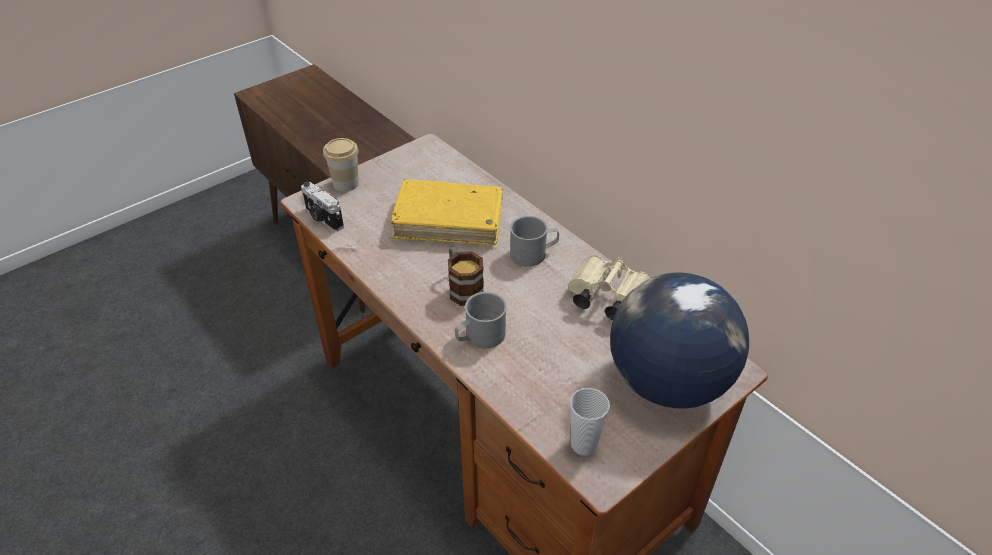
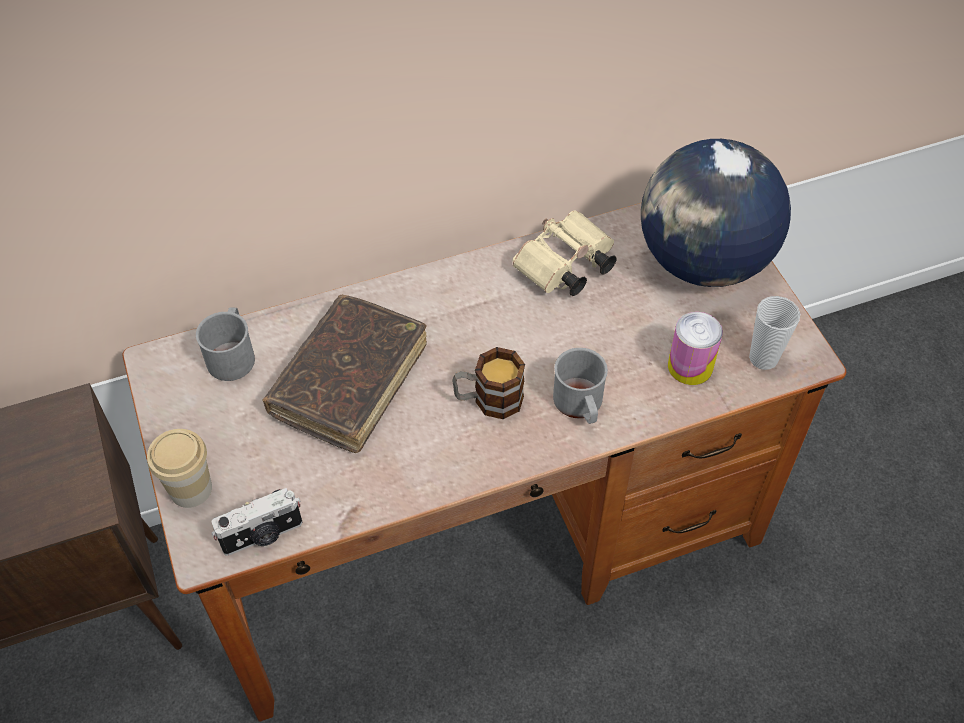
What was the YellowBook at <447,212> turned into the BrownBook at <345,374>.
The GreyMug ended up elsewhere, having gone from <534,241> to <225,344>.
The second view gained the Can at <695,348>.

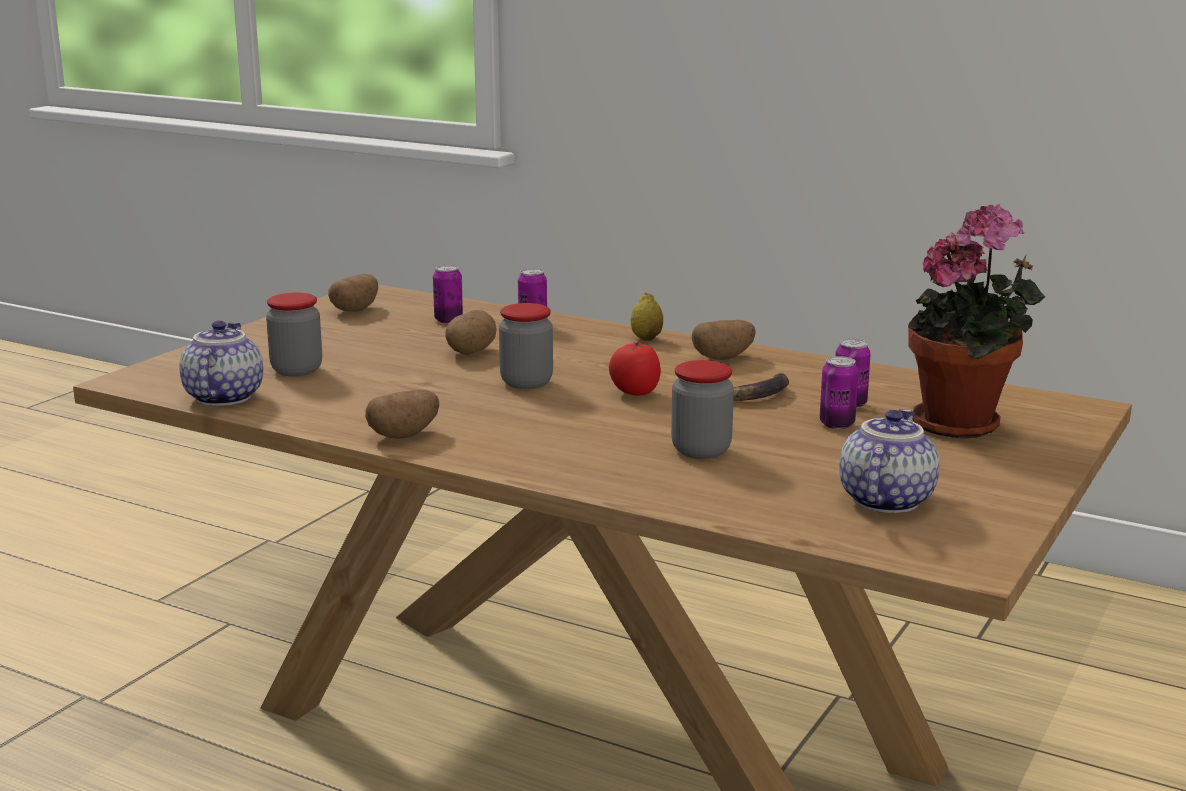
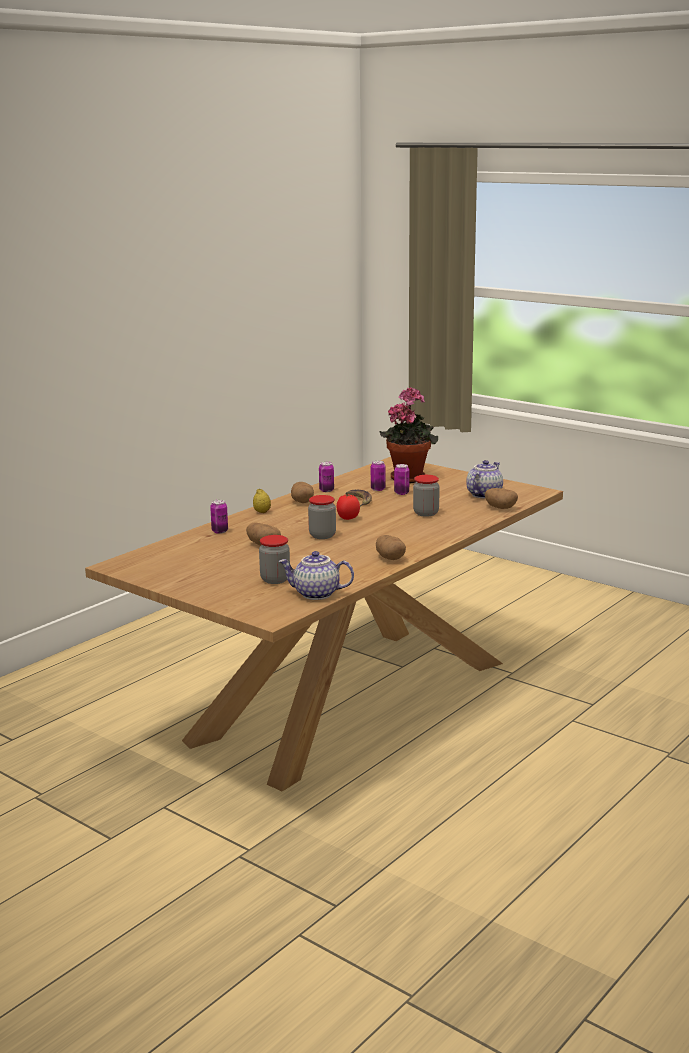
The Can ended up elsewhere, having gone from <448,294> to <326,477>.
The Potato ended up elsewhere, having gone from <353,293> to <501,498>.
The Teapot at <889,461> ended up facing another way, 90 degrees clockwise from before.

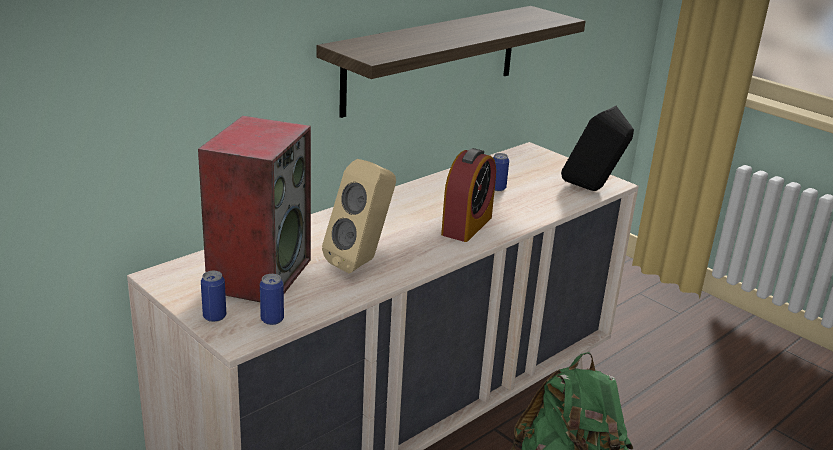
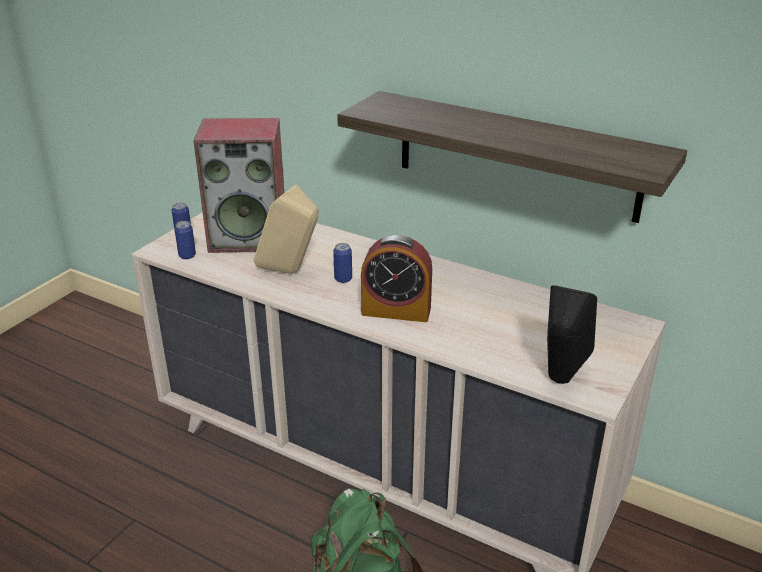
The Can ended up elsewhere, having gone from <501,172> to <342,263>.

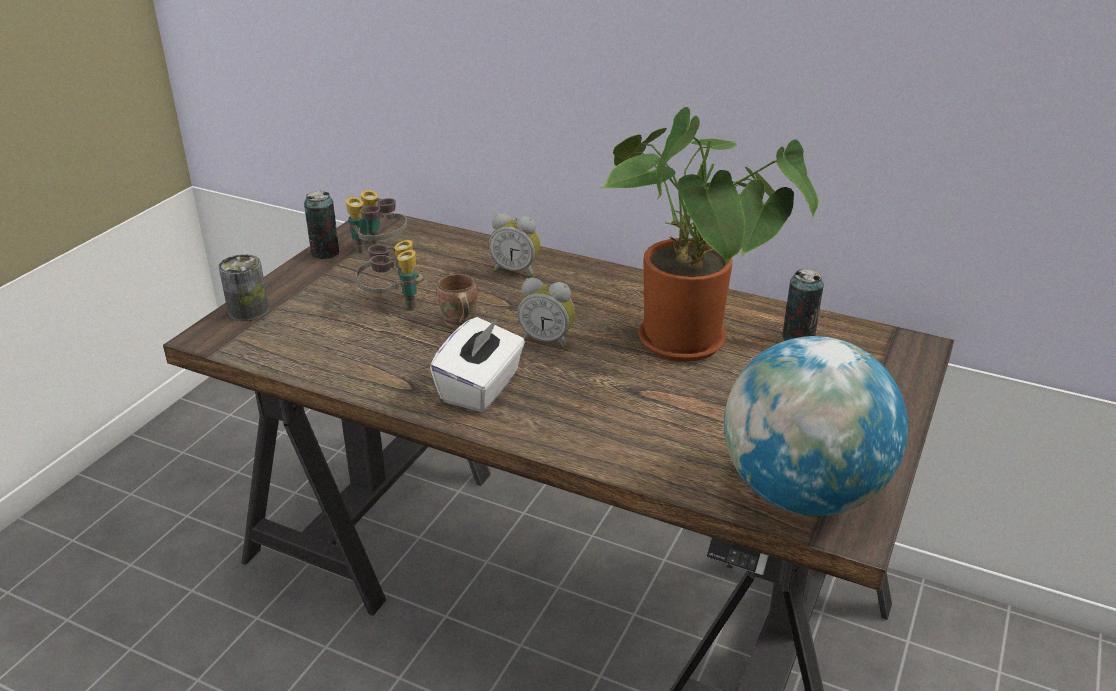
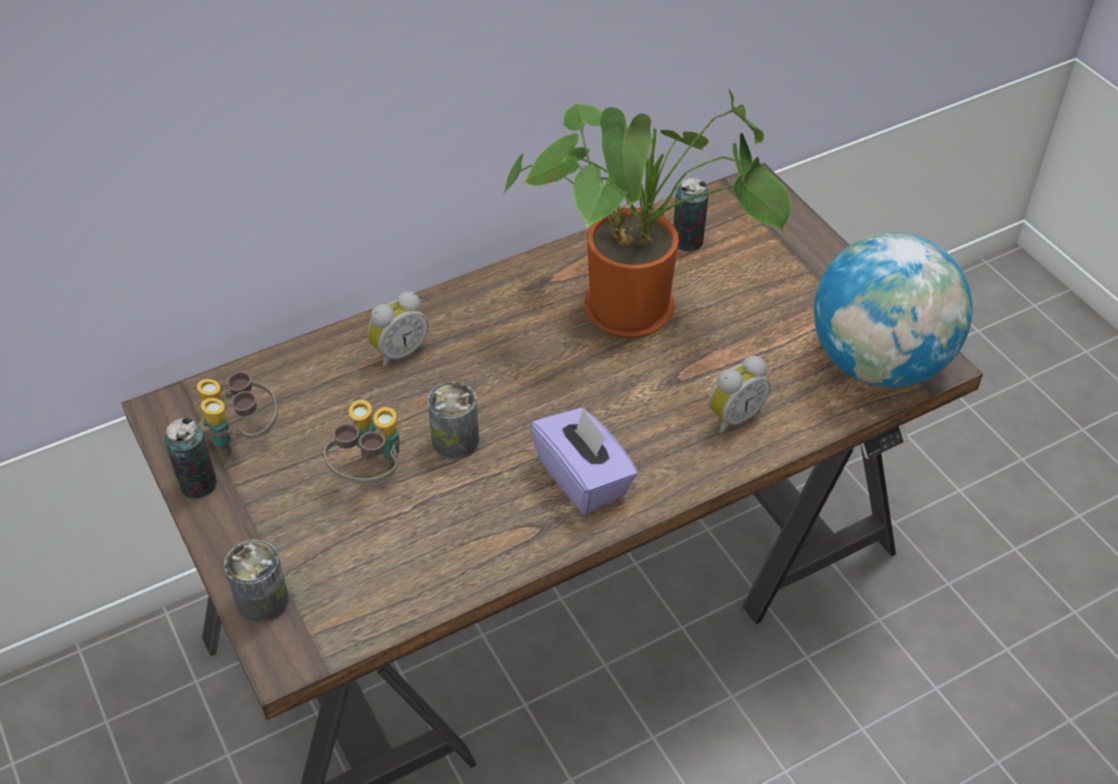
Where the BrownMug stood at <457,301>, the Can came to stand at <453,421>.
The AlarmClock ended up elsewhere, having gone from <546,313> to <740,395>.
What was the WhiteTissueBox at <477,364> turned into the PurpleTissueBox at <584,460>.

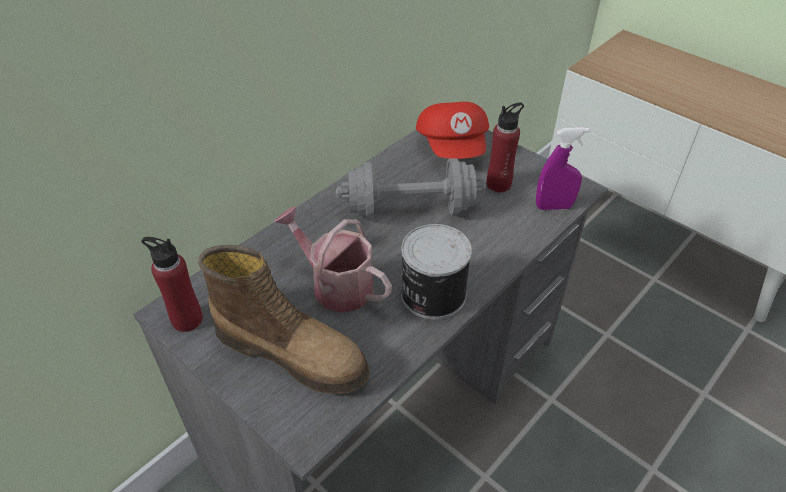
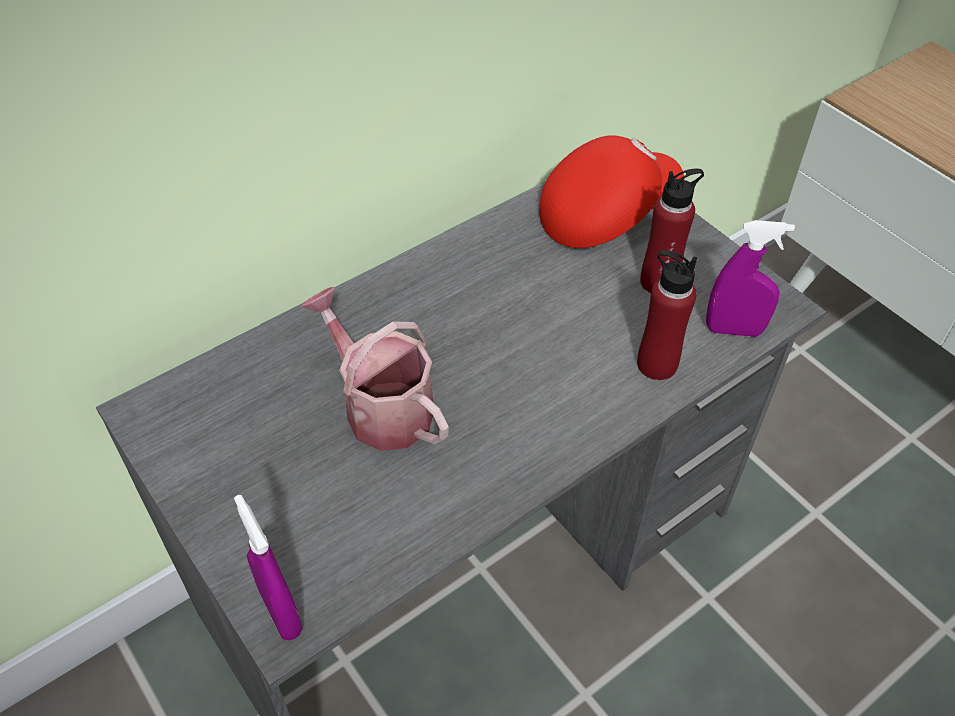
The RedCap at <452,130> ended up facing another way, 120 degrees counterclockwise from before.
The second view lost the GreyDumbbell at <410,189>.
The second view lost the Can at <436,272>.
The RedBottle ended up elsewhere, having gone from <172,284> to <667,315>.
The second view lost the Boot at <284,319>.
The second view gained the PurpleSprayBottle at <268,568>.

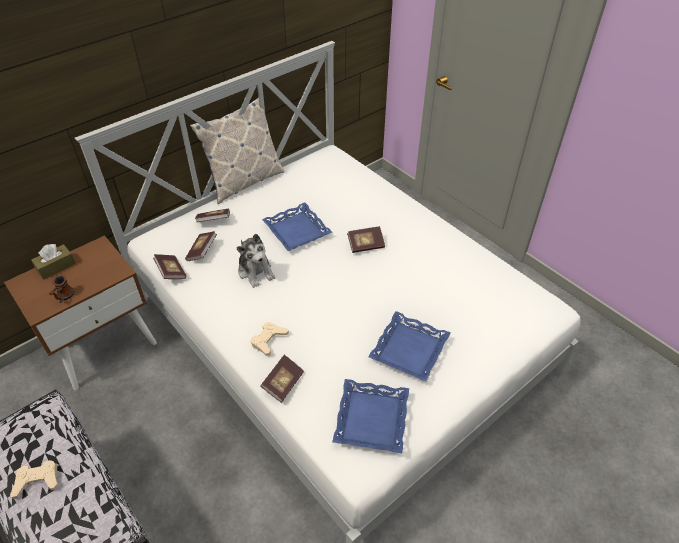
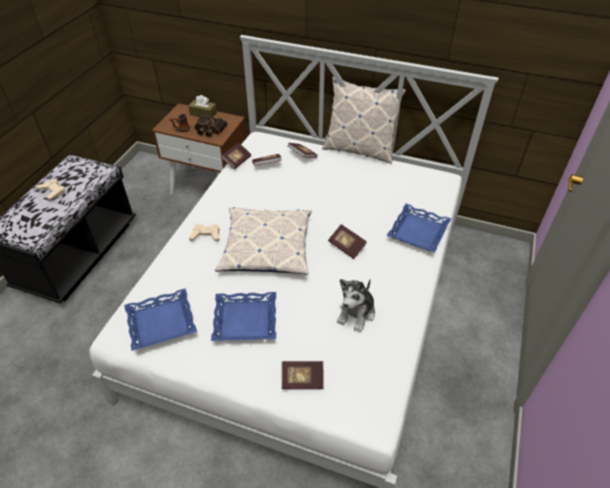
The BlueTray ended up elsewhere, having gone from <297,226> to <419,228>.
The PlushToy ended up elsewhere, having gone from <256,261> to <356,306>.
The Book ended up elsewhere, having gone from <282,379> to <303,375>.
The second view gained the Binoculars at <211,126>.
The second view gained the Pillow at <263,241>.

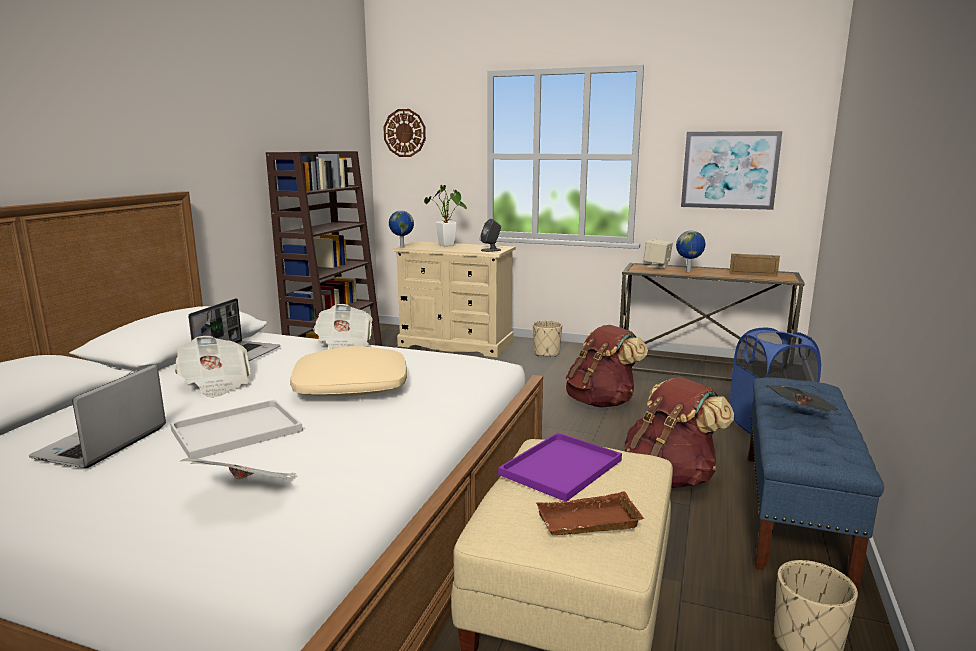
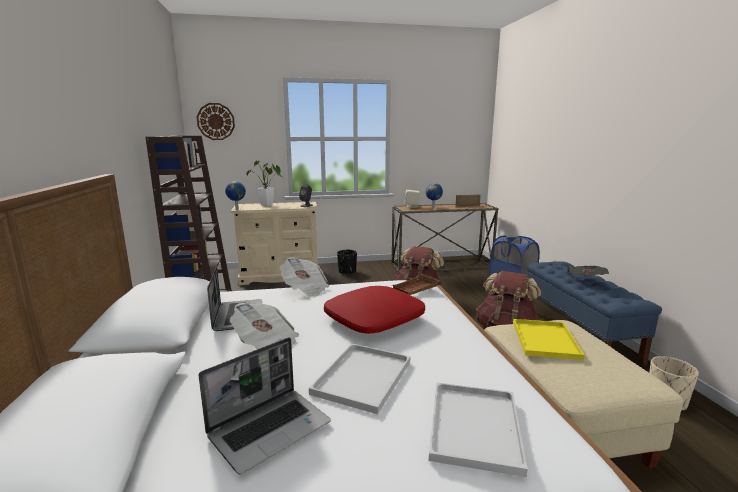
The second view lost the Picture at <731,170>.
What was the BeigePlanter at <547,339> turned into the BlackPlanter at <347,262>.
What was the BeigePillow at <348,371> turned into the RedPillow at <374,310>.
The Laptop at <97,416> ended up facing another way, 120 degrees counterclockwise from before.
What was the PurpleTray at <560,466> turned into the YellowTray at <549,339>.
Where the Newspaper stood at <238,468>, the WhiteTray came to stand at <478,430>.
The BrownTray ended up elsewhere, having gone from <590,513> to <416,284>.

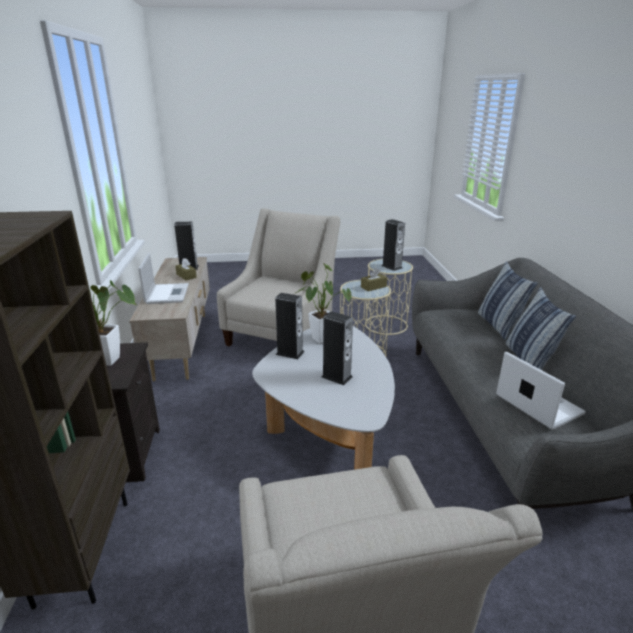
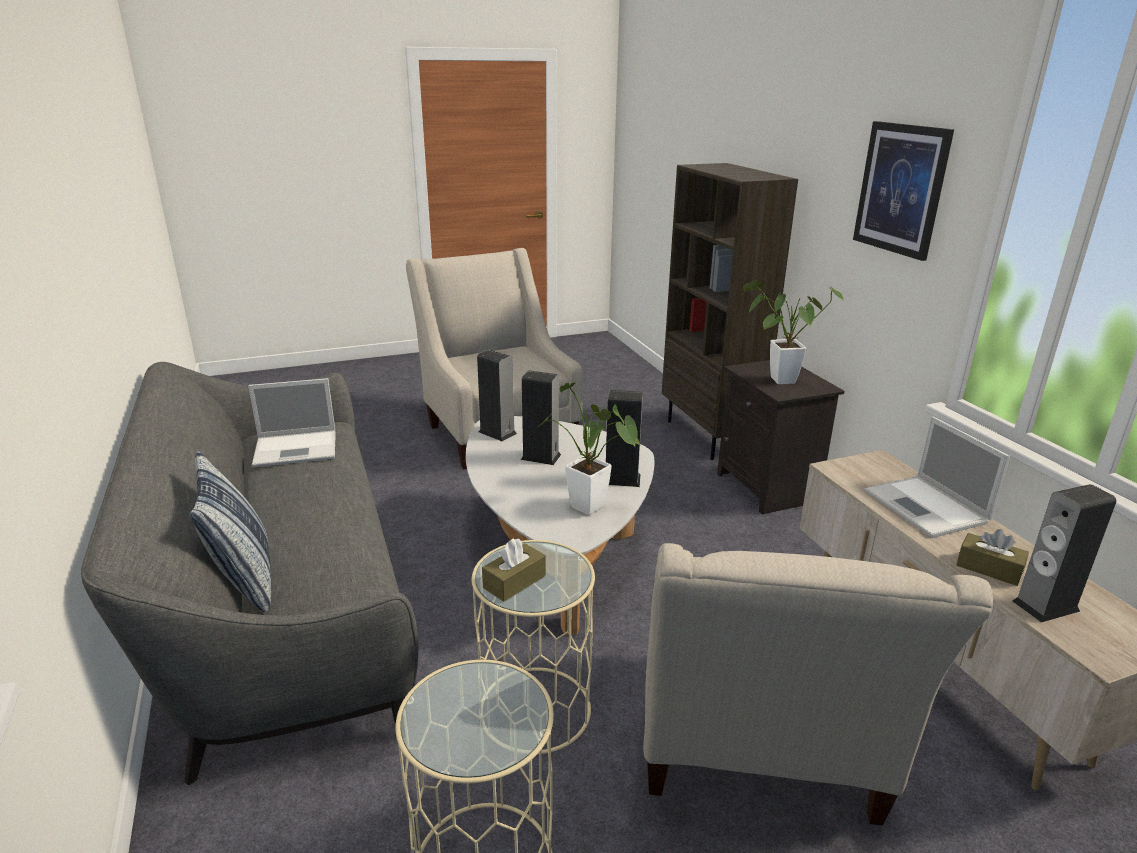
The Speaker ended up elsewhere, having gone from <393,245> to <497,395>.
The second view lost the Pillow at <541,328>.
The Laptop at <541,390> ended up facing another way, 60 degrees counterclockwise from before.
The second view gained the Picture at <903,191>.

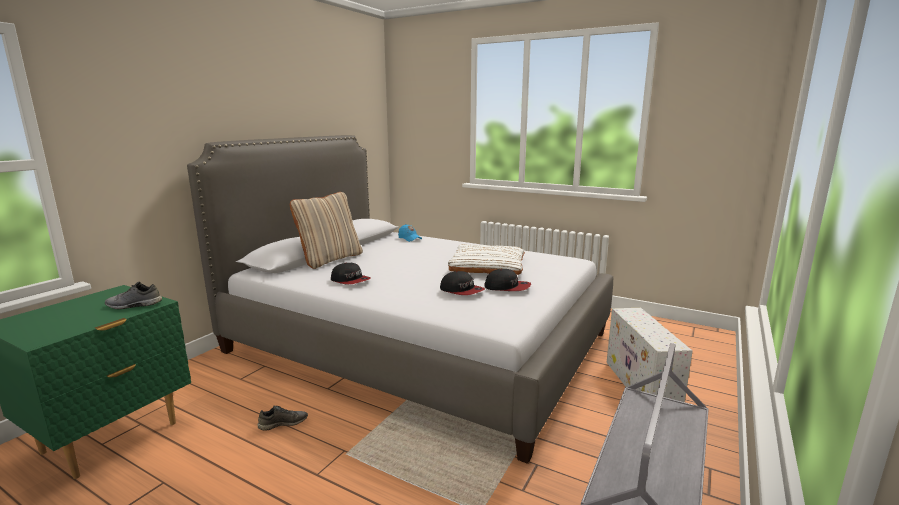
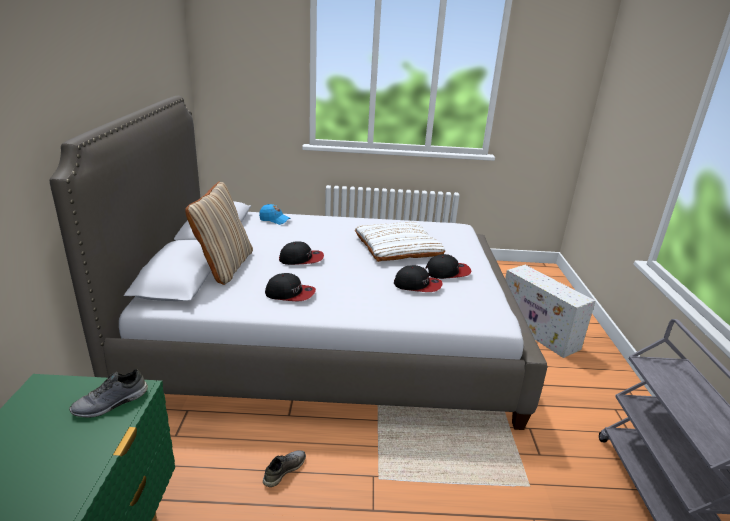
The second view gained the Cap at <301,253>.

